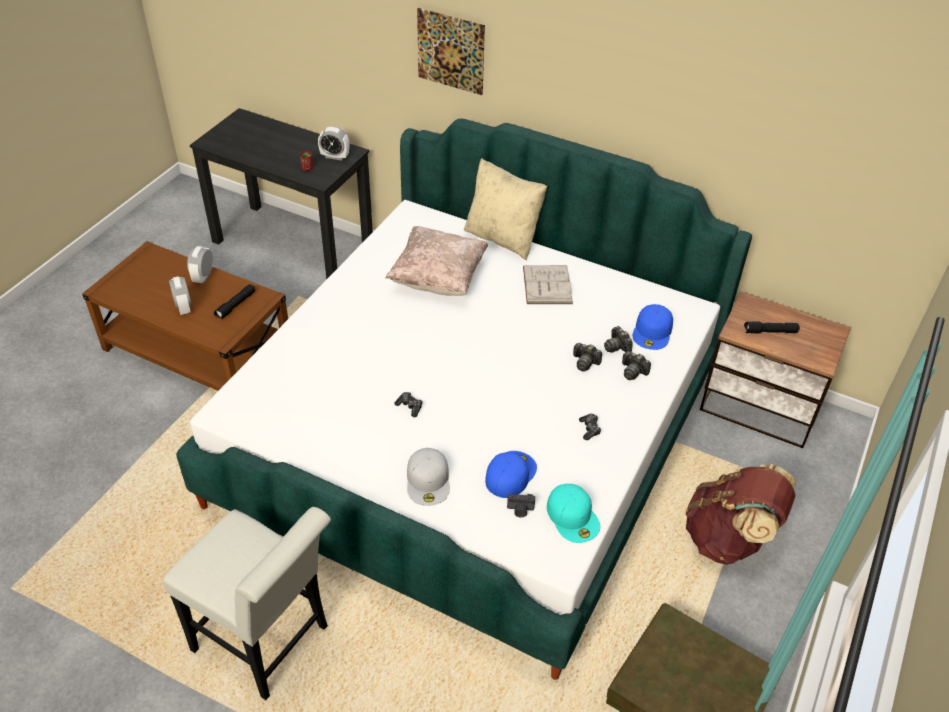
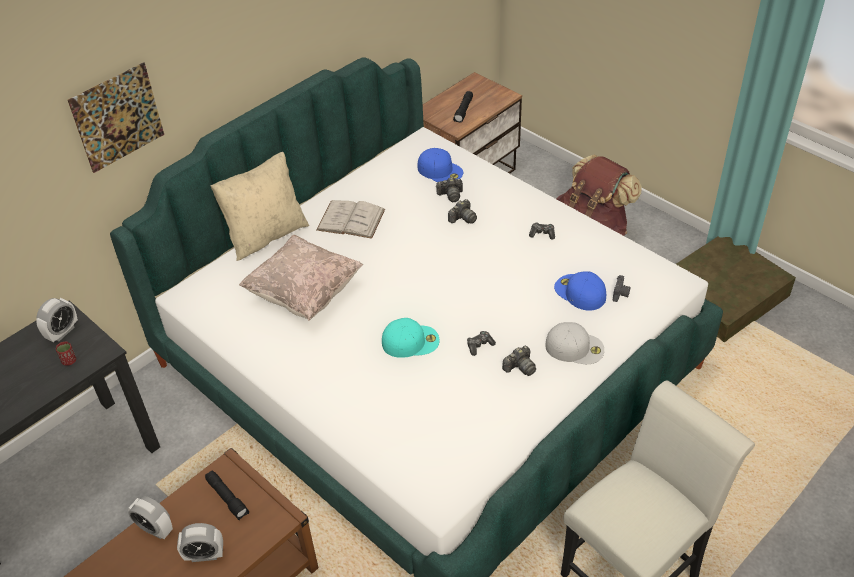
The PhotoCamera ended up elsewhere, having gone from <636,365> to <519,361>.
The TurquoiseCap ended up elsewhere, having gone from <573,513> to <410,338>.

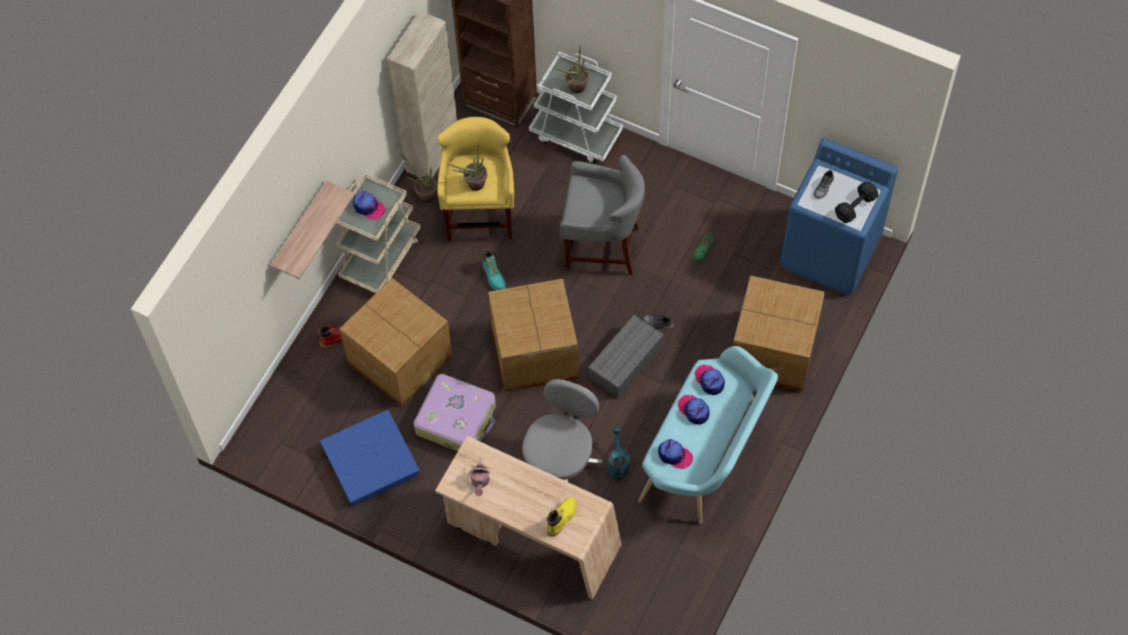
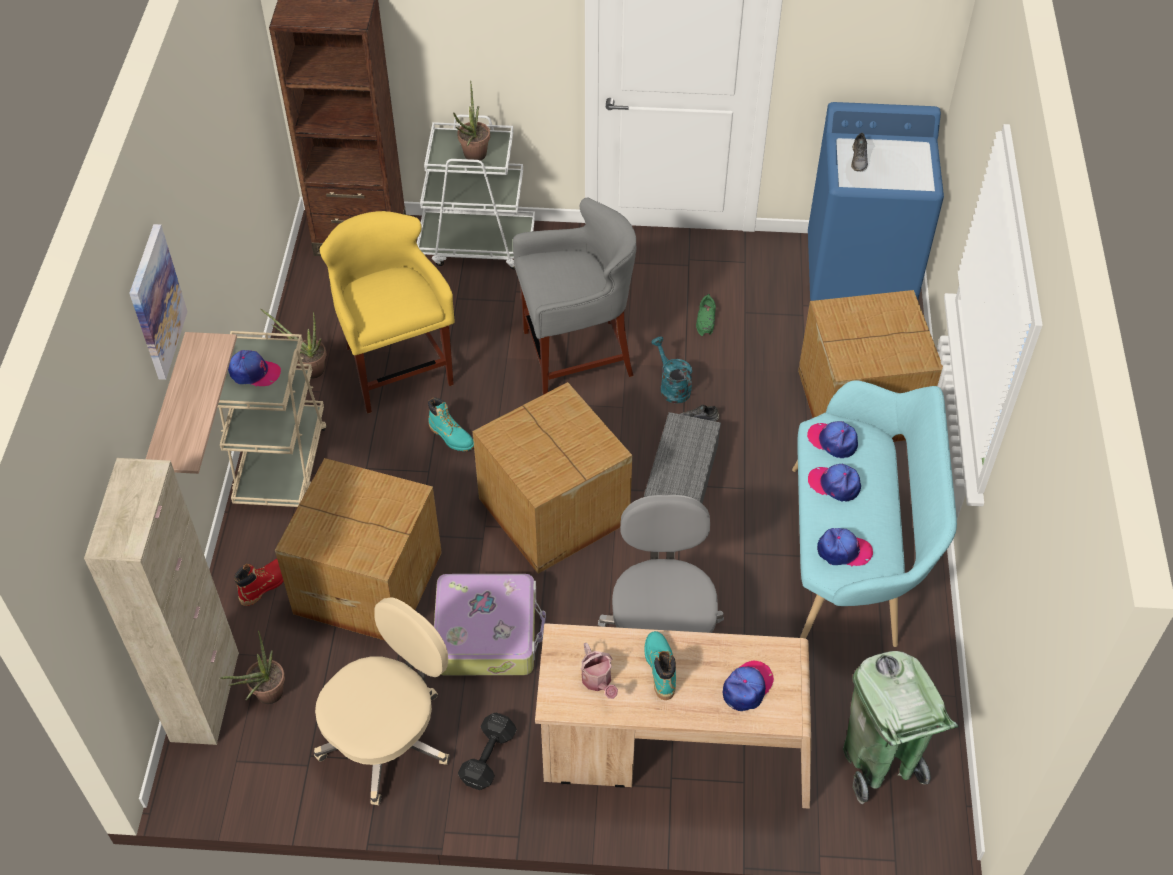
The BeigeCabinet ended up elsewhere, having gone from <422,94> to <161,601>.
The PottedPlant ended up elsewhere, having gone from <467,168> to <252,667>.
The BlackDumbbell ended up elsewhere, having gone from <856,202> to <487,751>.
Where the BlueStorageBox stood at <370,458>, the BeigeOfficeChair came to stand at <381,701>.
The TurquoiseWateringCan ended up elsewhere, having gone from <619,454> to <671,370>.
Where the YellowBoot stood at <562,517>, the Cap came to stand at <748,686>.
The second view gained the Picture at <158,302>.
The second view gained the TurquoiseBoot at <660,665>.
The second view gained the GreenTrashCan at <901,727>.

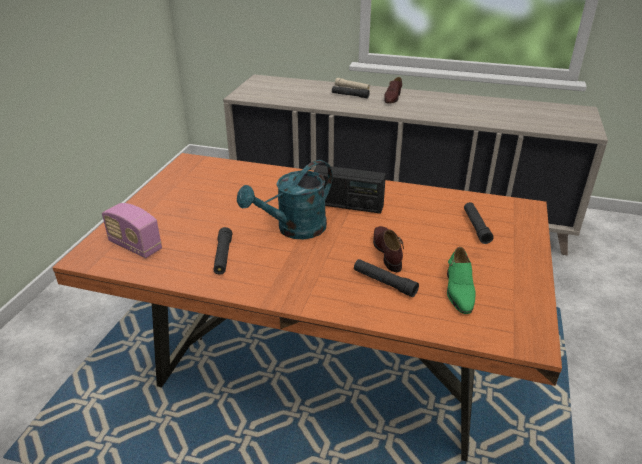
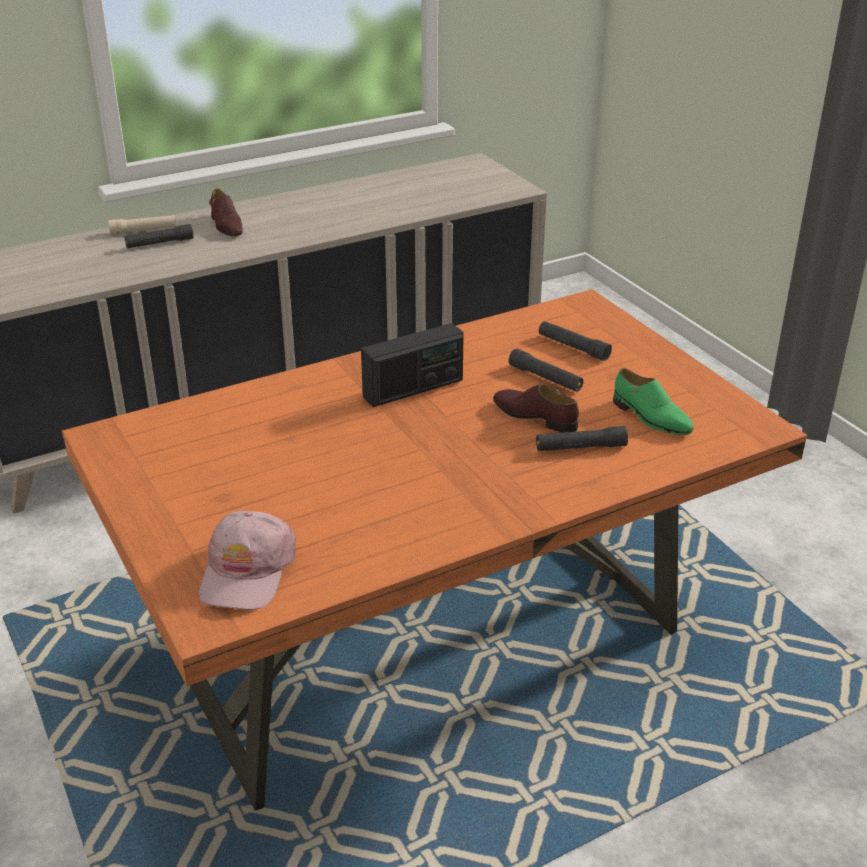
The second view lost the TurquoiseWateringCan at <285,199>.
Where the Radio stood at <132,230>, the PinkCap came to stand at <247,560>.
The BlackFlashlight ended up elsewhere, having gone from <222,251> to <546,370>.

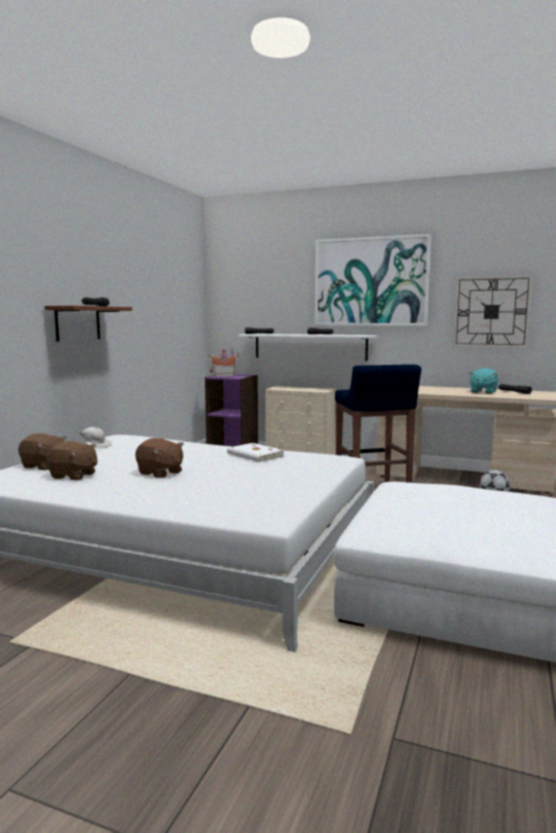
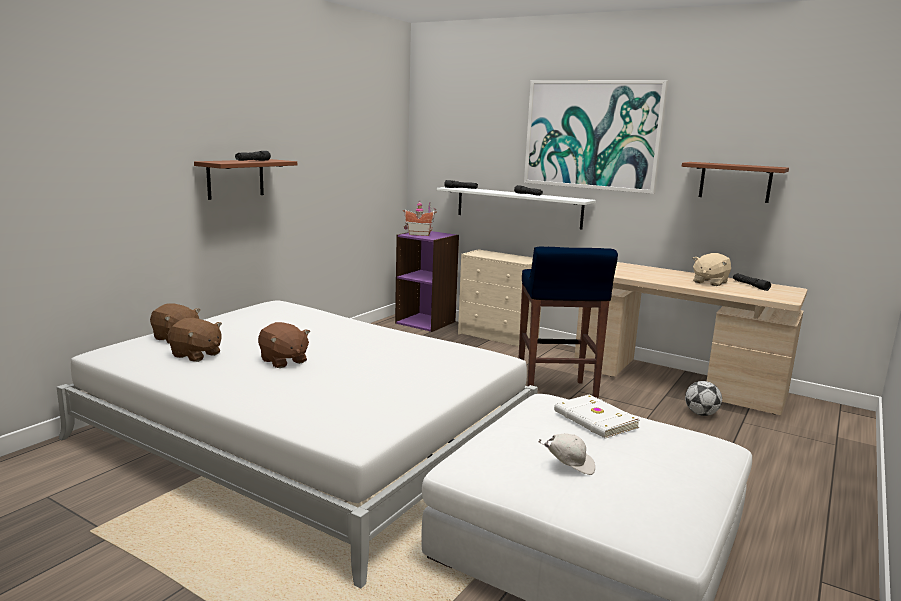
Where the WallClock hung at <493,311>, the BrownShelf came to hang at <735,182>.
What was the TurquoisePlushToy at <483,381> turned into the BeigePlushToy at <712,269>.
The WhiteCap ended up elsewhere, having gone from <93,437> to <566,454>.
The WhiteBook ended up elsewhere, having gone from <256,452> to <597,416>.

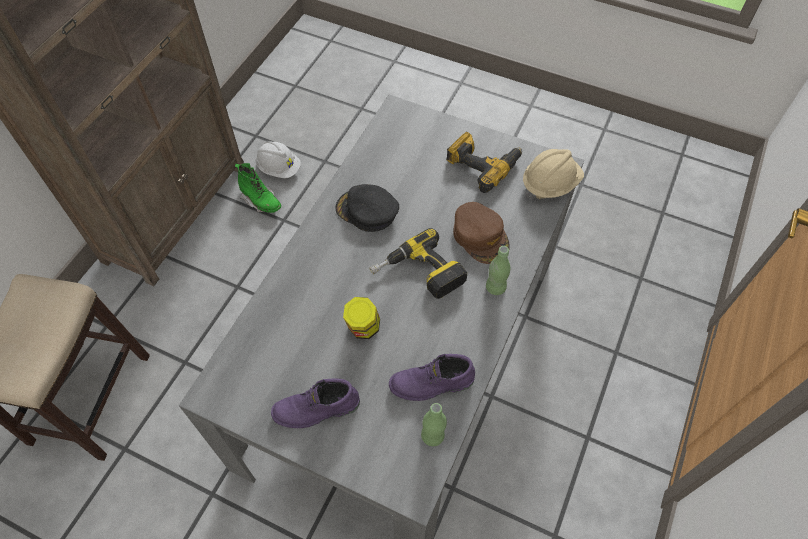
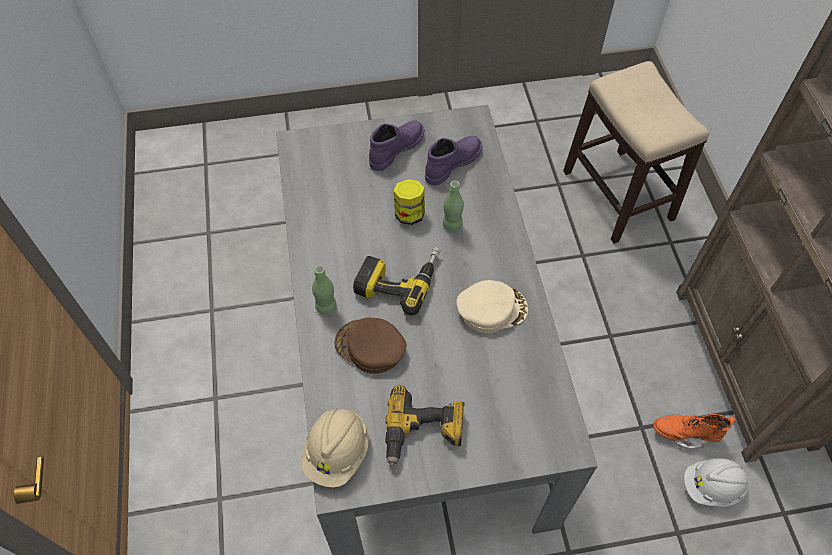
What was the GreenBoot at <258,188> turned into the OrangeBoot at <694,432>.
What was the BlackCap at <367,208> turned into the BeigeCap at <492,306>.
The PurpleBoot ended up elsewhere, having gone from <432,377> to <454,160>.
The GreenBottle ended up elsewhere, having gone from <434,424> to <453,205>.

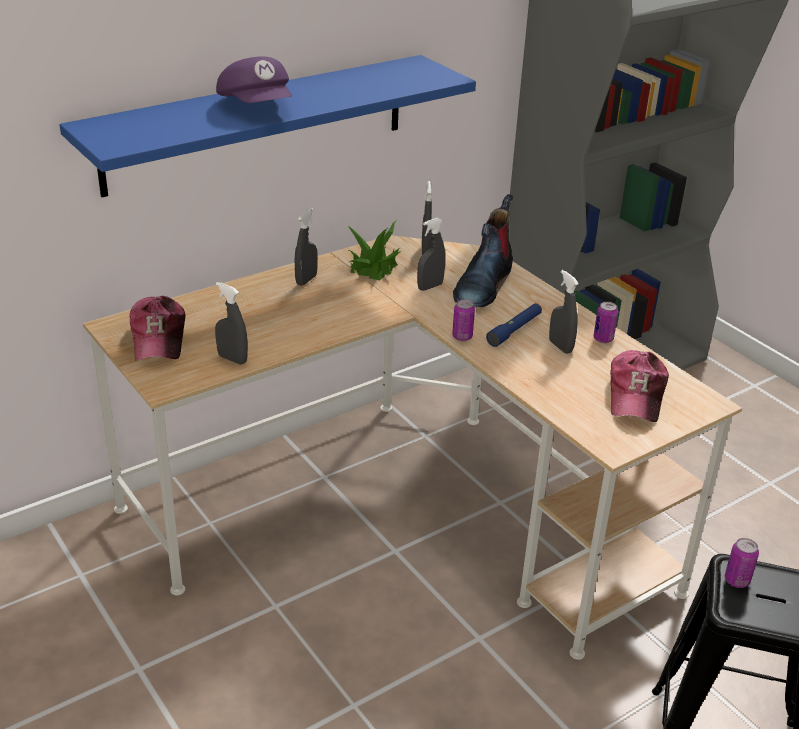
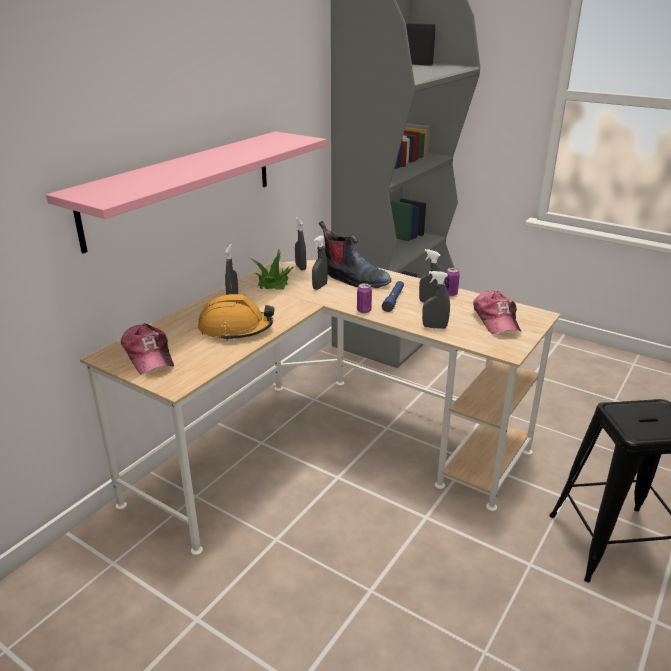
What was the BlueShelf at <267,126> turned into the PinkShelf at <186,192>.
The second view lost the PurpleCap at <254,79>.
The Boot at <483,251> ended up facing another way, 60 degrees counterclockwise from before.
The GreySprayBottle ended up elsewhere, having gone from <231,323> to <436,300>.
The second view lost the Can at <742,563>.
The second view gained the OrangeHardHat at <236,317>.

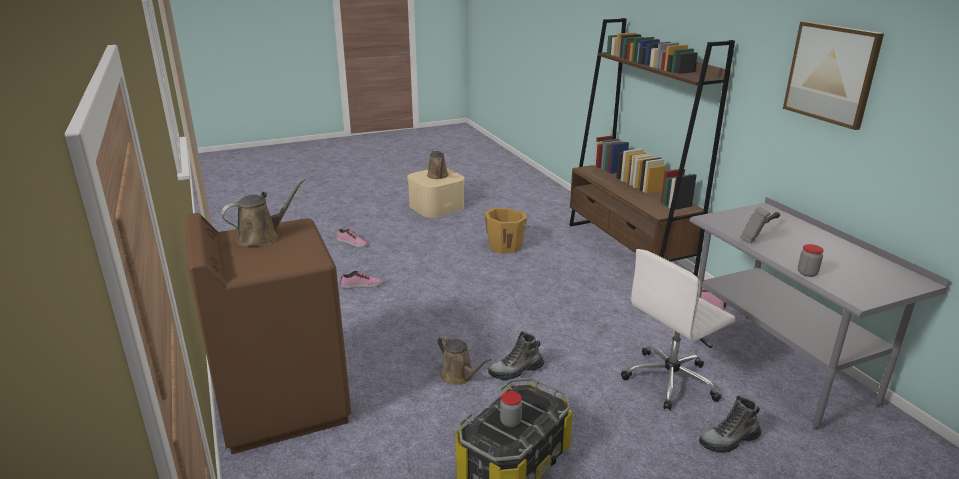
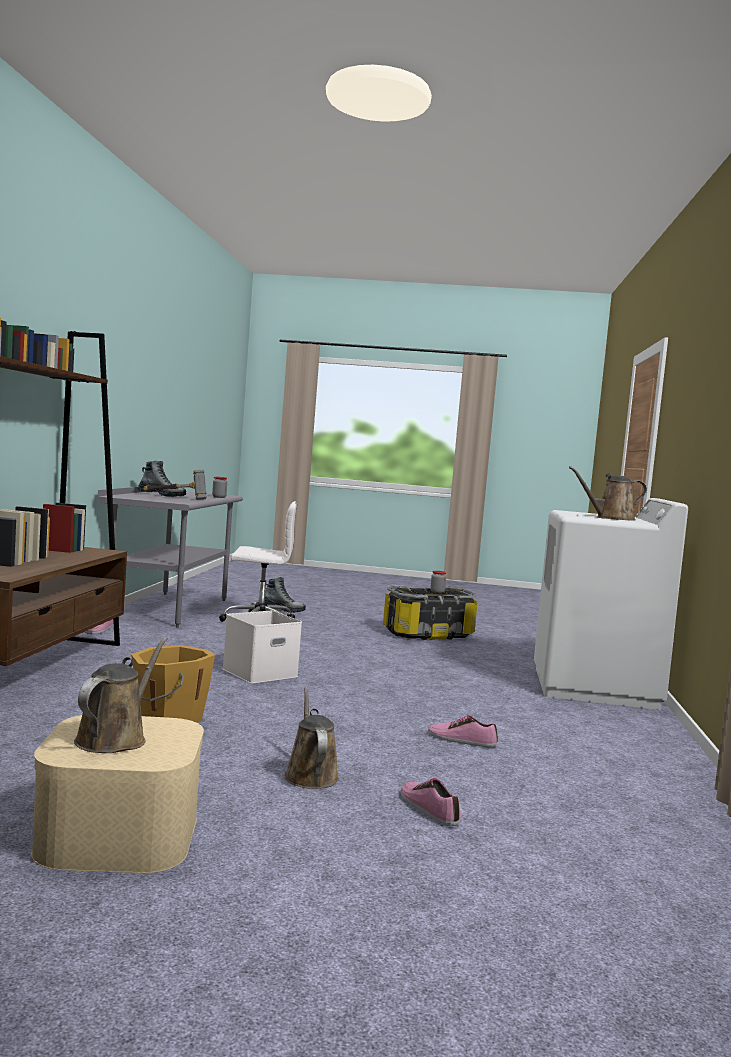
The second view lost the Picture at <833,75>.
What was the BrownWashingMachine at <268,334> turned into the WhiteWashingMachine at <611,604>.
The Boot ended up elsewhere, having gone from <516,355> to <162,479>.
The BrownWateringCan ended up elsewhere, having gone from <464,360> to <311,737>.
The second view gained the WhiteStorageBox at <262,647>.

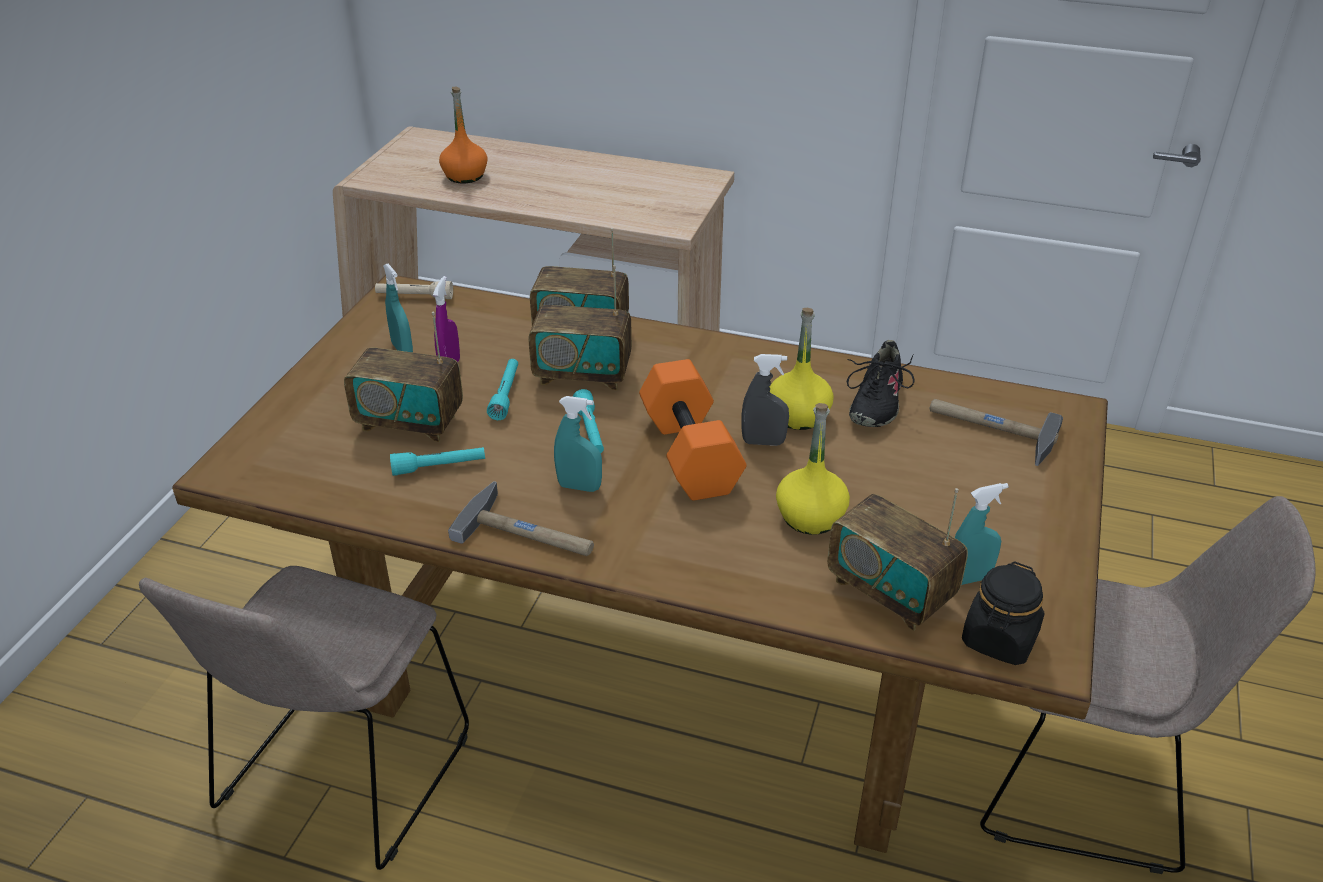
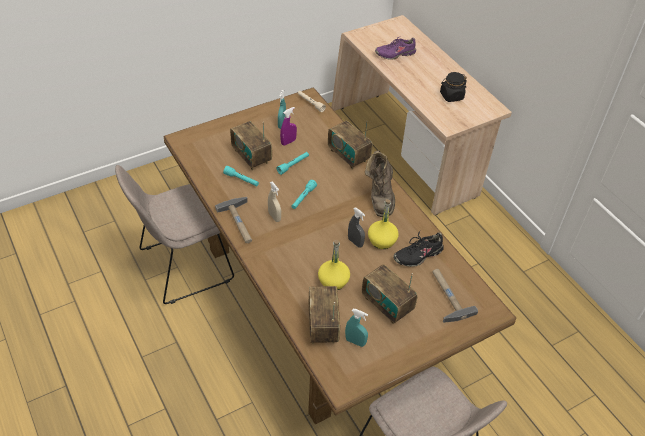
Where the OrangeBottle stood at <463,135>, the PurpleShoe came to stand at <395,48>.
The Radio ended up elsewhere, having gone from <580,327> to <389,294>.
The second view lost the OrangeDumbbell at <693,430>.
What was the TurquoiseSprayBottle at <578,444> turned into the BeigeSprayBottle at <274,202>.
The BlackJar ended up elsewhere, having gone from <1003,613> to <453,87>.
The second view gained the BrownBoot at <380,184>.

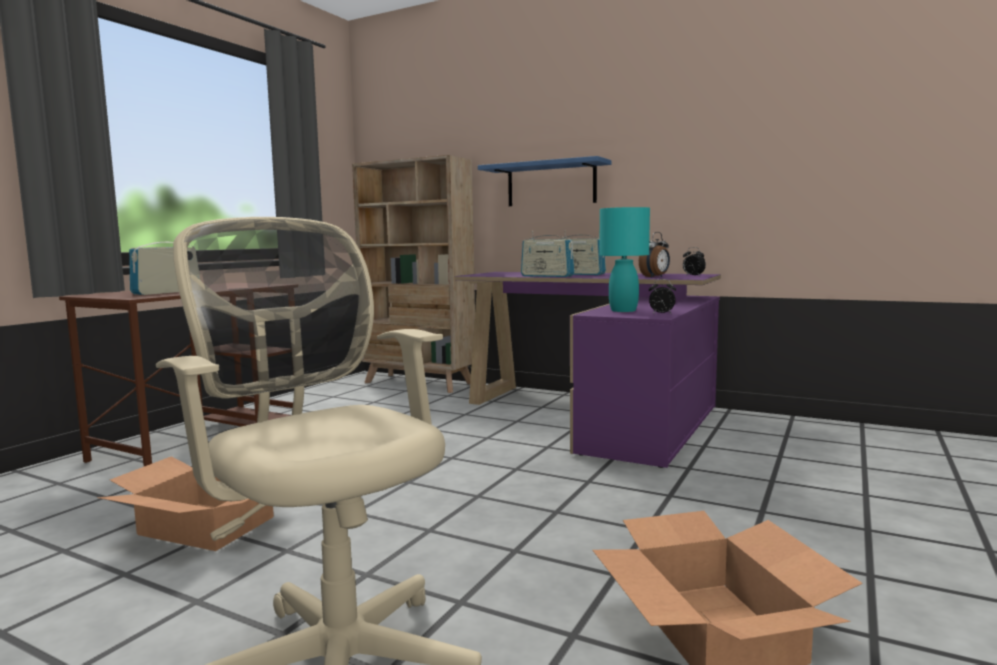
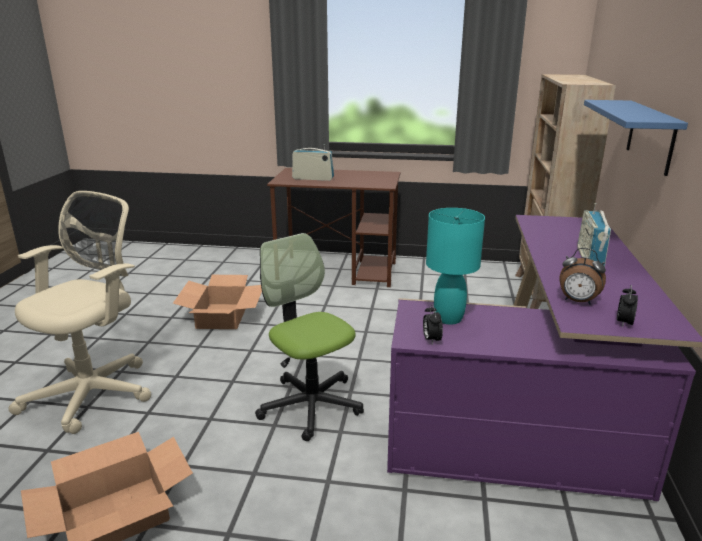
The second view lost the Radio at <547,254>.
The second view gained the OfficeChair at <309,337>.

